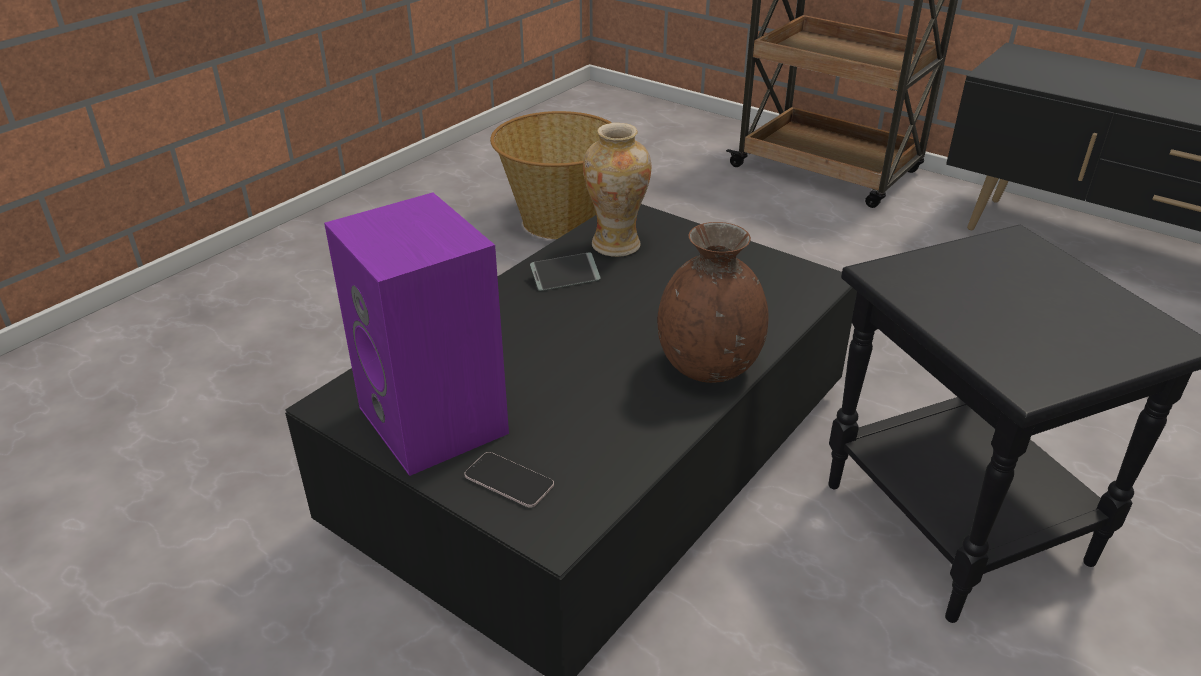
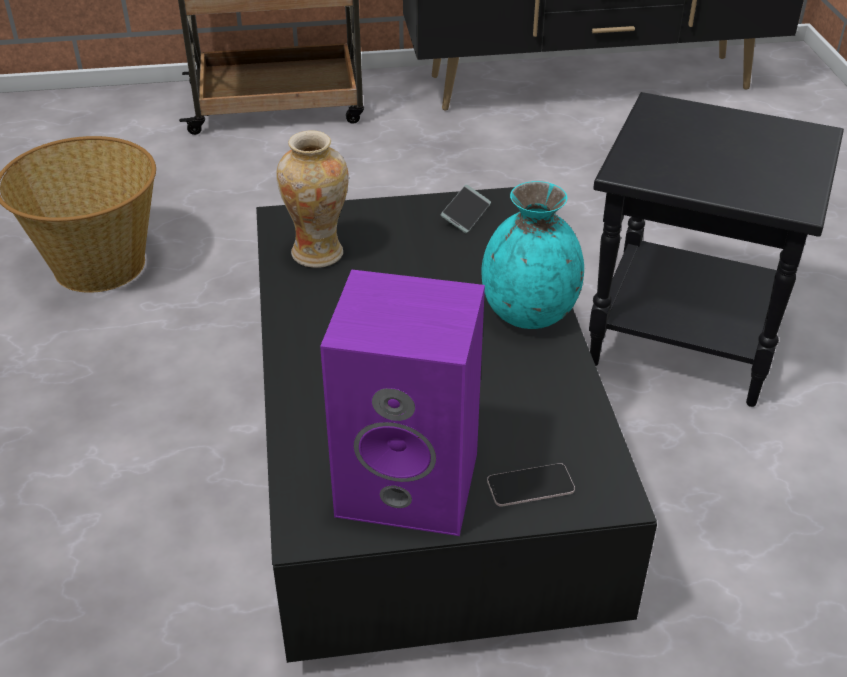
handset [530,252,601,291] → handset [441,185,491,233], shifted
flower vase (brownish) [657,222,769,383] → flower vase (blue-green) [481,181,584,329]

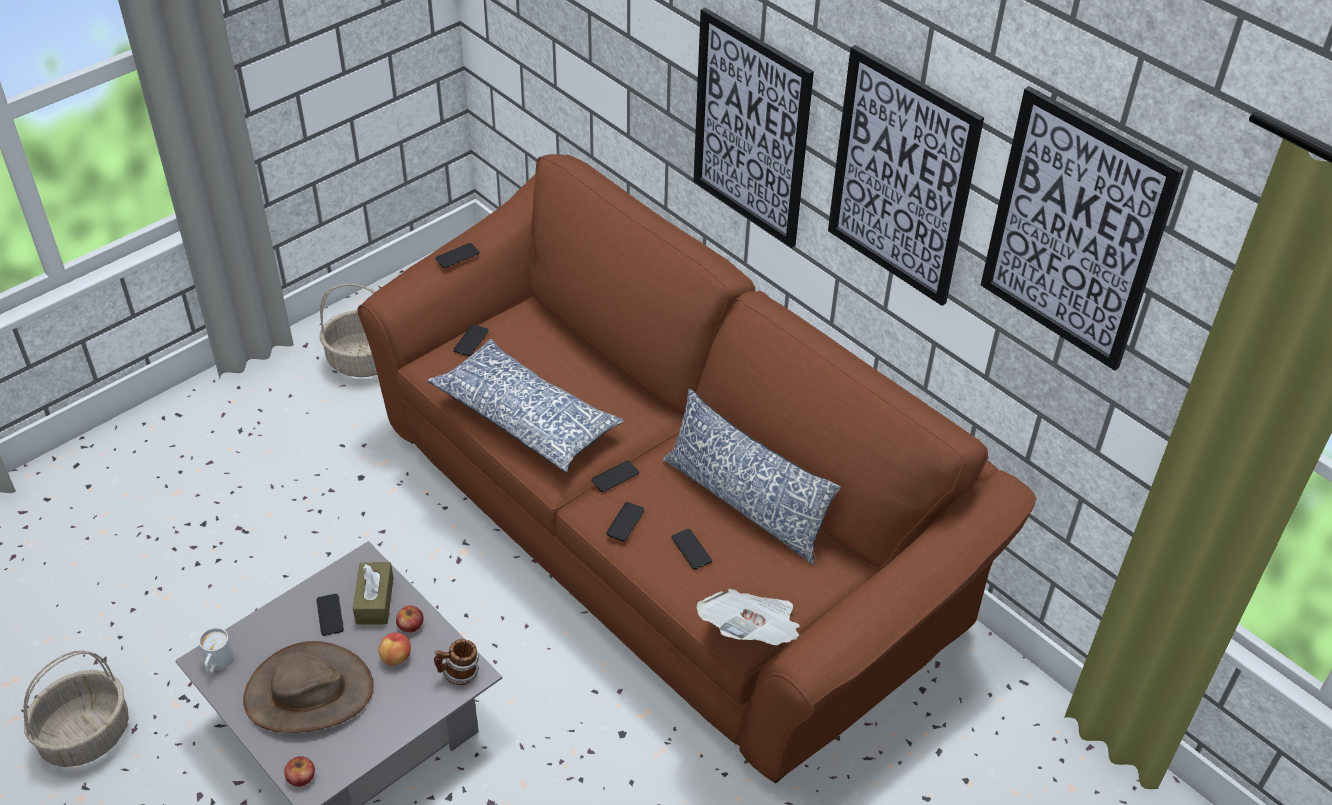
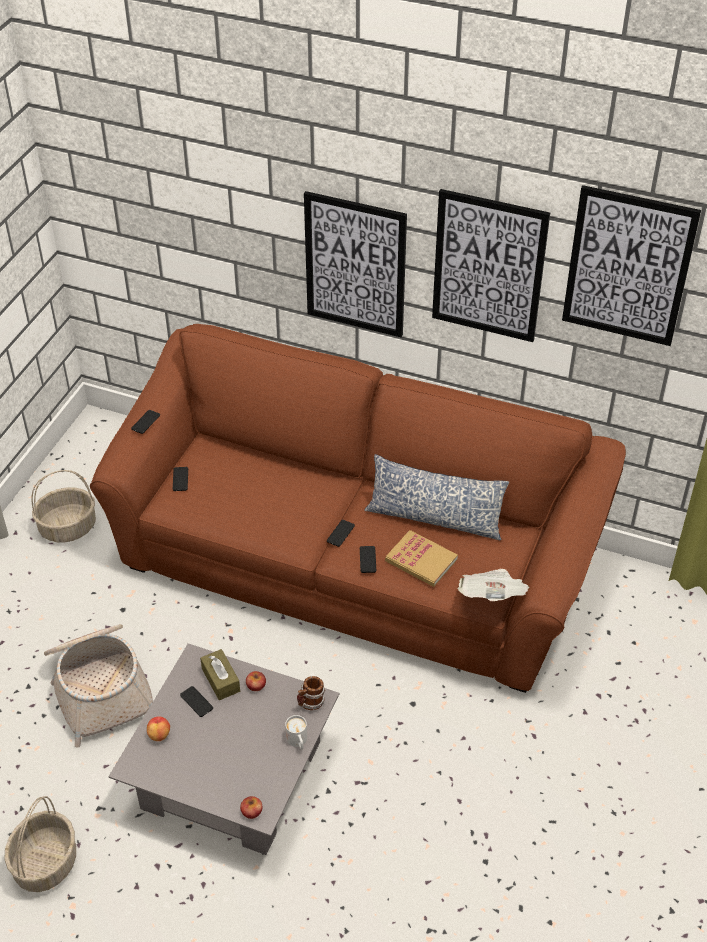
clothing hat (brownish) [243,641,374,733] → -
cushion [427,339,624,472] → -
- → storage basket [44,624,153,748]
tea mug (whitish) [199,628,234,675] → tea mug (whitish) [285,715,307,750], shifted
apple fruit [378,633,411,665] → apple fruit [147,716,170,741], shifted
handset [672,529,712,569] → bound book [385,530,458,587]

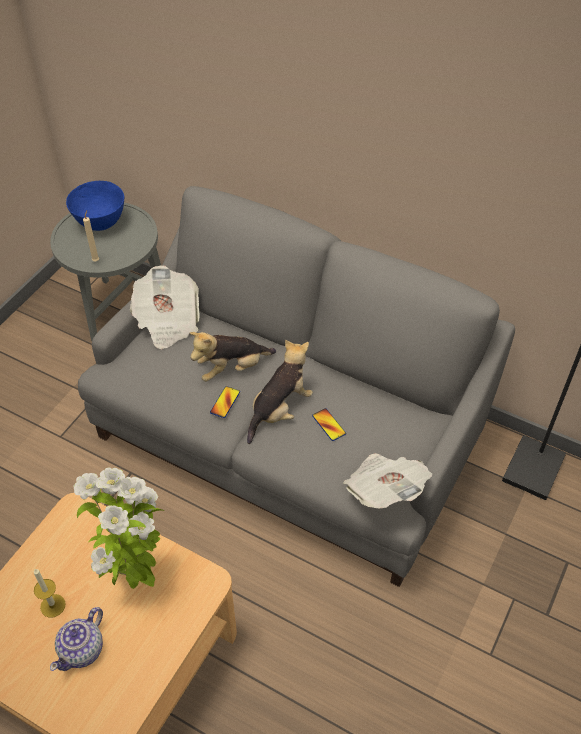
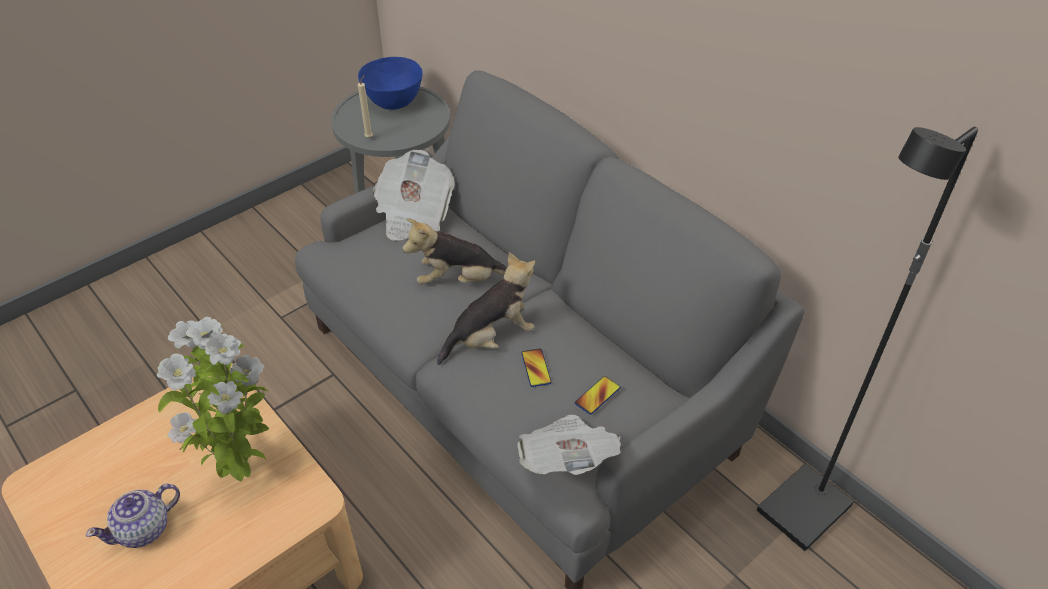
wax candle [34,569,66,618] → -
handset [210,386,240,418] → handset [575,376,621,415], shifted

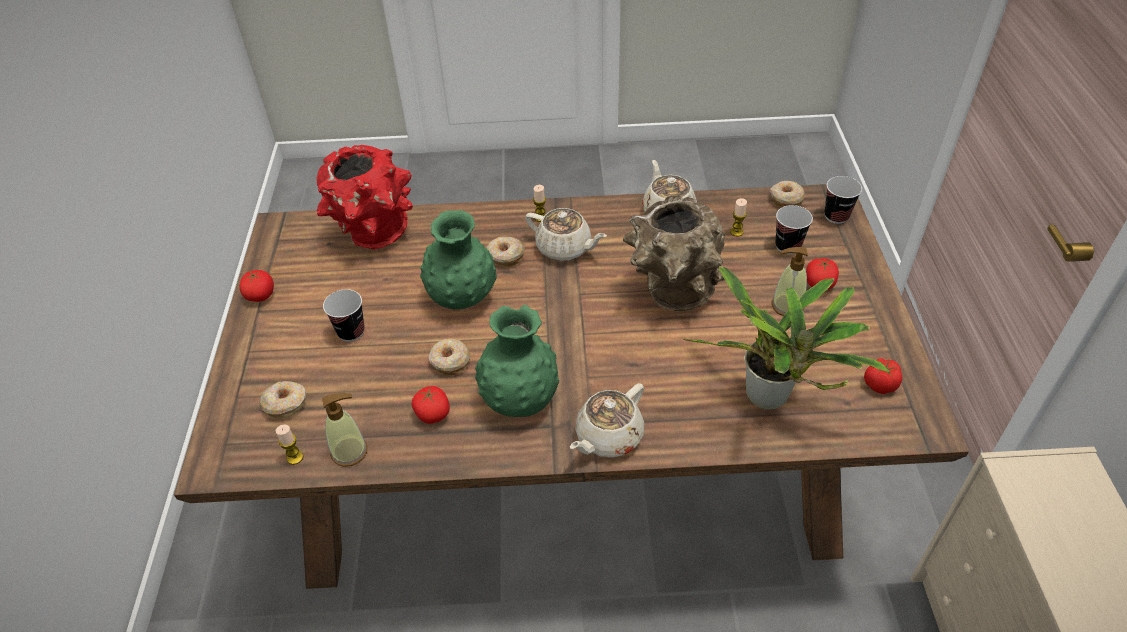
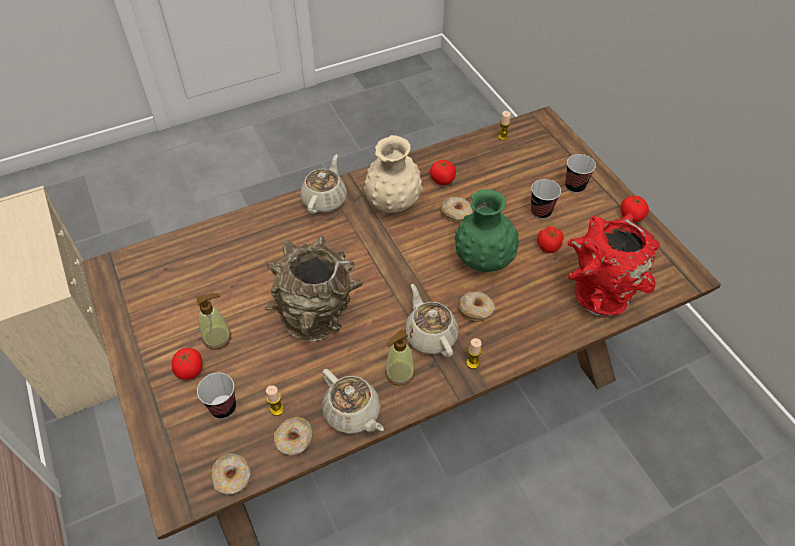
plant in a pot [683,266,891,409] → -
doughnut [260,381,306,418] → doughnut [274,417,314,456], shifted
soap bottle [322,393,367,467] → soap bottle [385,329,415,386], shifted
drinking cup [825,176,862,224] → drinking cup [565,154,596,193], shifted
whole tomato [864,358,903,394] → whole tomato [537,226,564,253], shifted
flower vase (green) [475,305,559,417] → flower vase (beige-coloured) [364,135,423,213]
tea pot (beige-coloured) [525,208,607,261] → tea pot (beige-coloured) [404,284,459,357], 60 degrees clockwise

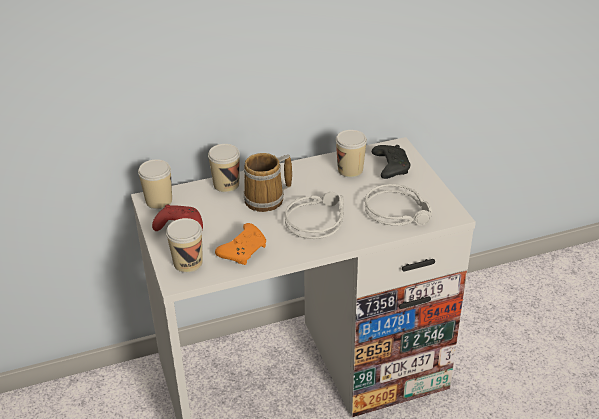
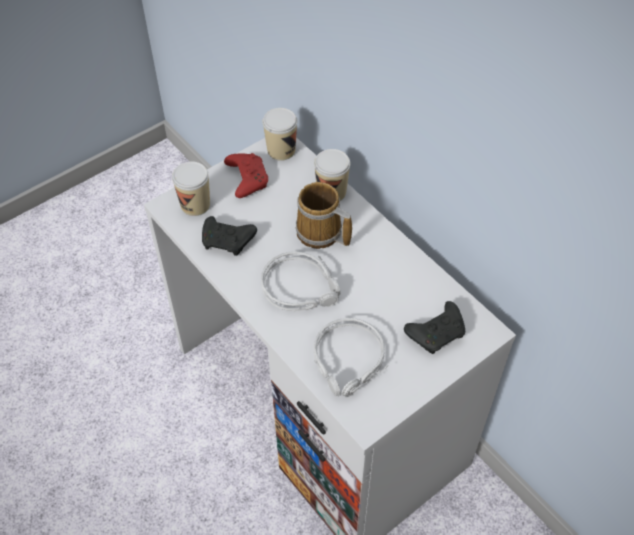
drinking cup [336,130,367,177] → -
joypad (orange) [215,223,266,265] → joypad (black-coloured) [202,216,257,256]

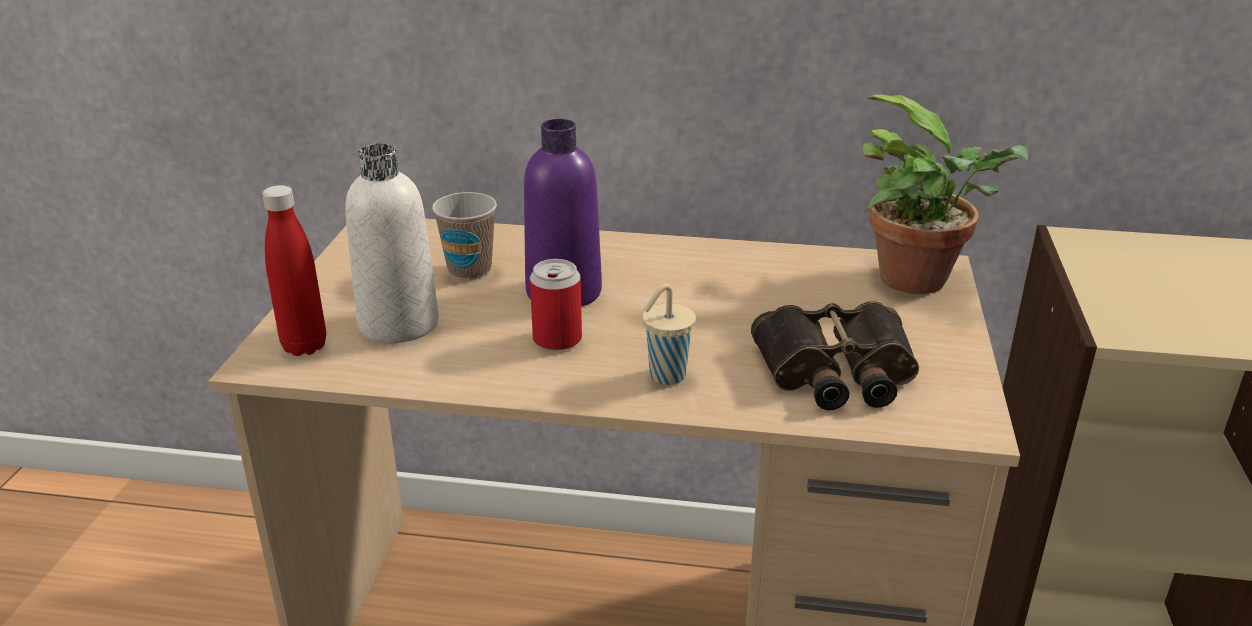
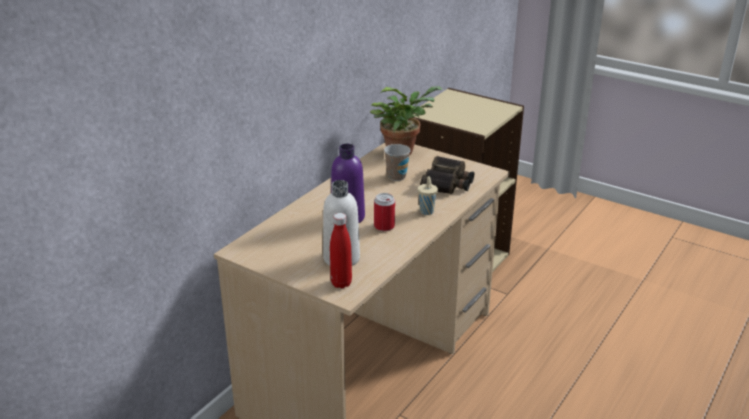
drinking cup [432,192,497,280] → drinking cup [384,144,411,181], shifted

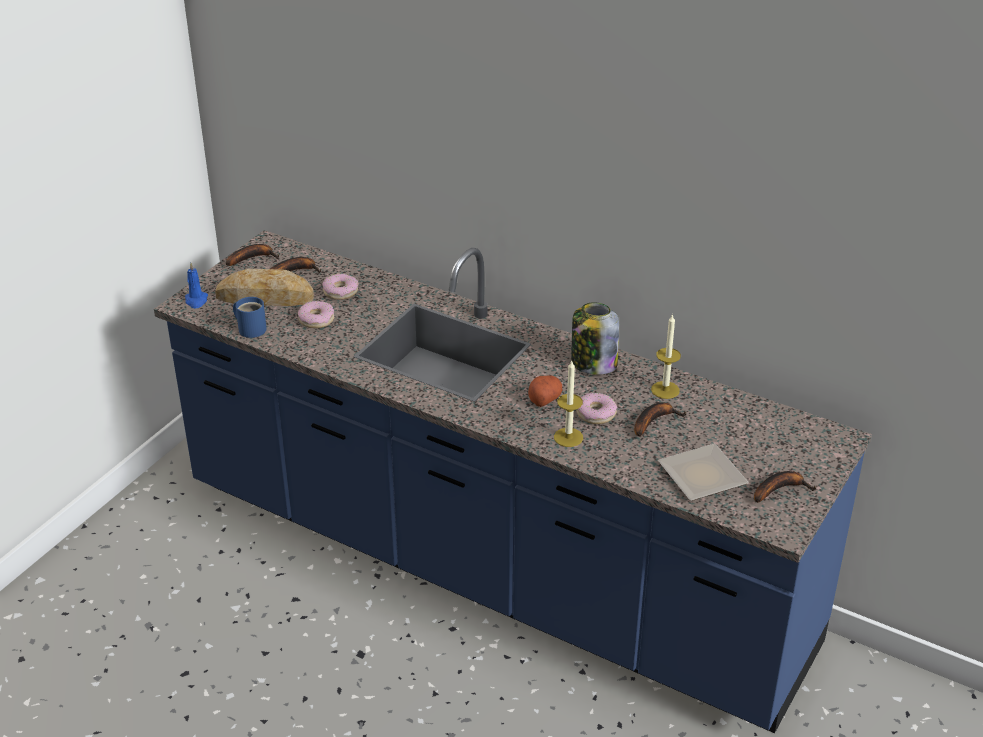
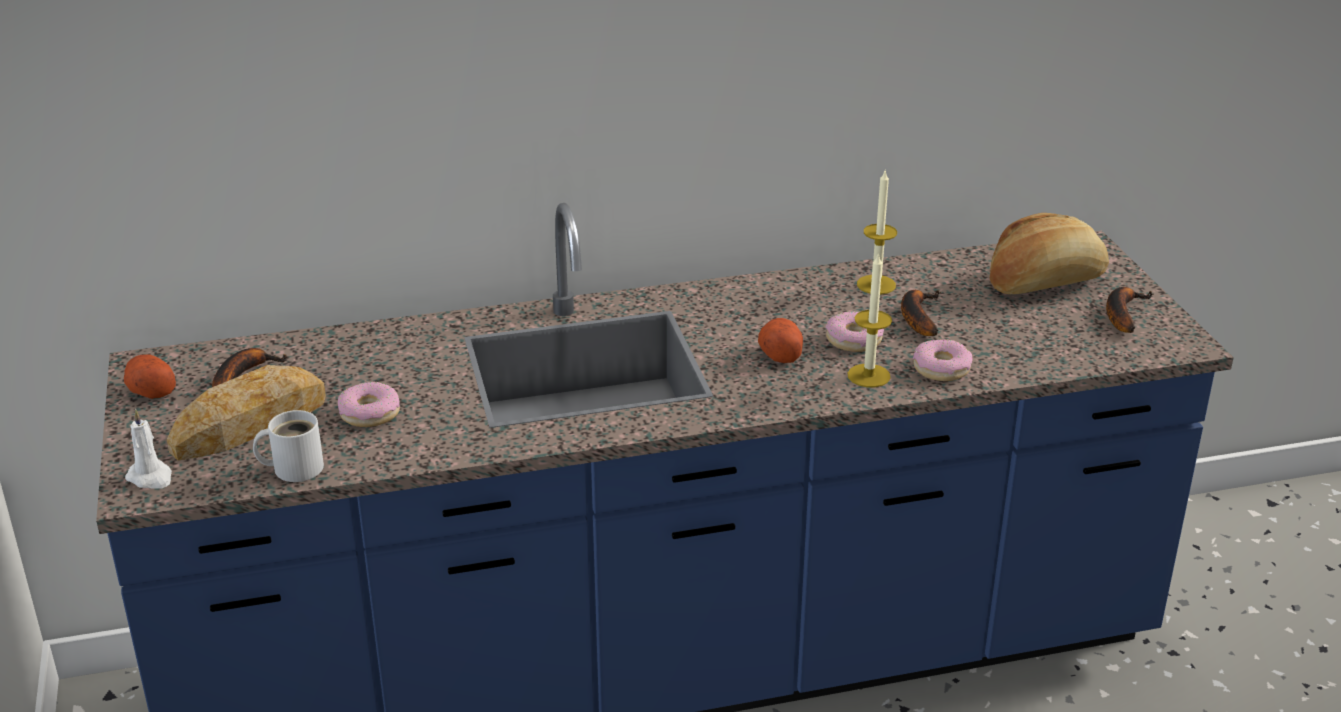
jar [571,302,619,375] → -
dinner plate [658,444,749,501] → -
- → bakery bread [990,213,1109,294]
doughnut [322,274,359,300] → doughnut [913,339,973,381], shifted
whole banana [226,244,279,266] → spud [124,354,176,399]
wax candle (blue-coloured) [185,263,208,308] → wax candle (whitish) [125,409,172,489]
tea mug (blue-coloured) [233,297,267,338] → tea mug (whitish) [253,410,324,482]

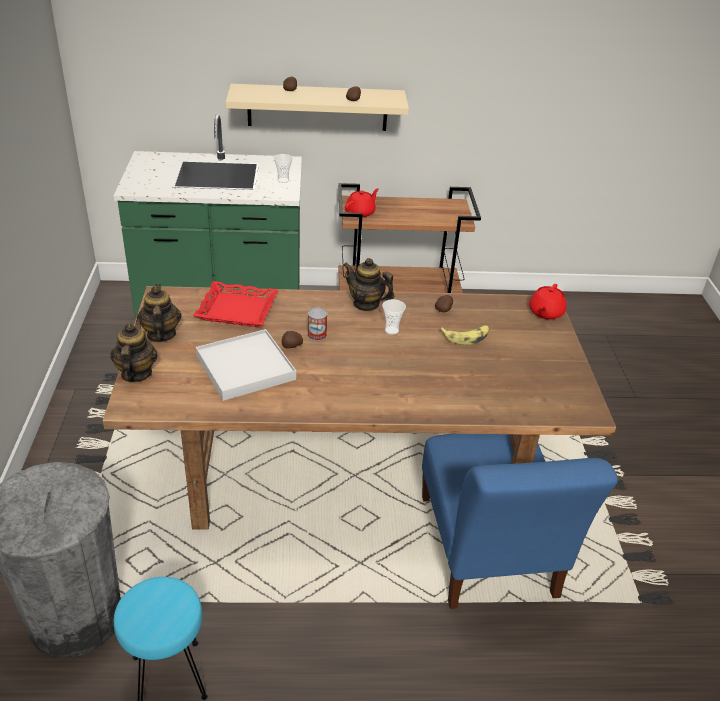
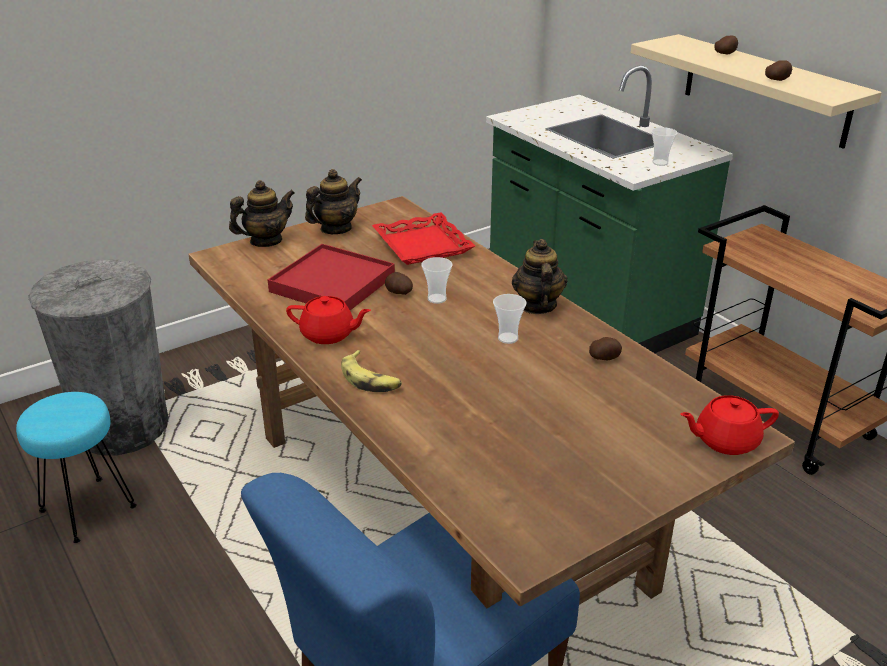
tea pot (red) [345,188,379,217] → tea pot (red) [286,296,371,344], shifted
whole banana [440,325,489,345] → whole banana [341,350,402,392], shifted
can [307,307,328,341] → drinking cup [421,257,452,304]
tray (whitish) [196,329,296,401] → tray (red) [268,244,395,310]

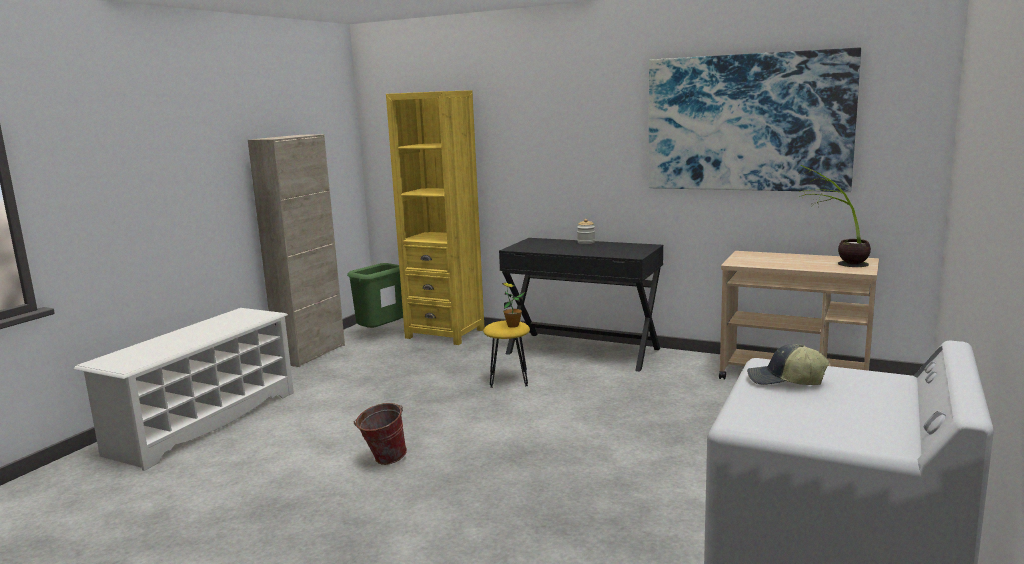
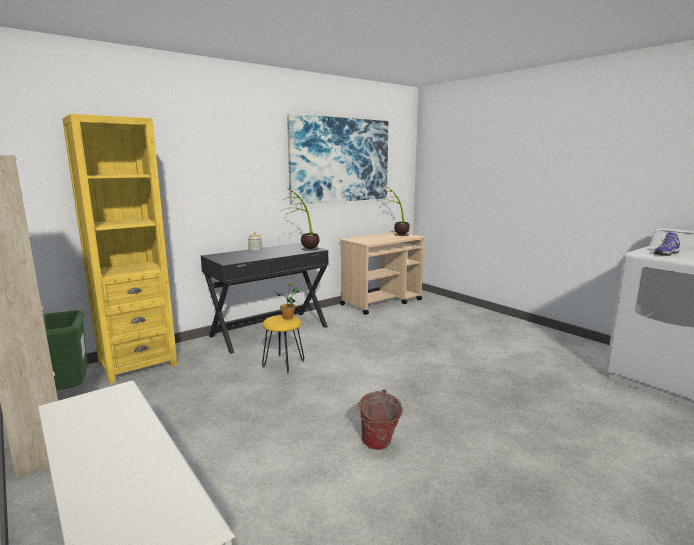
- → plant in a pot [281,188,320,251]
cap [747,344,829,385] → item of footwear [654,232,680,256]

